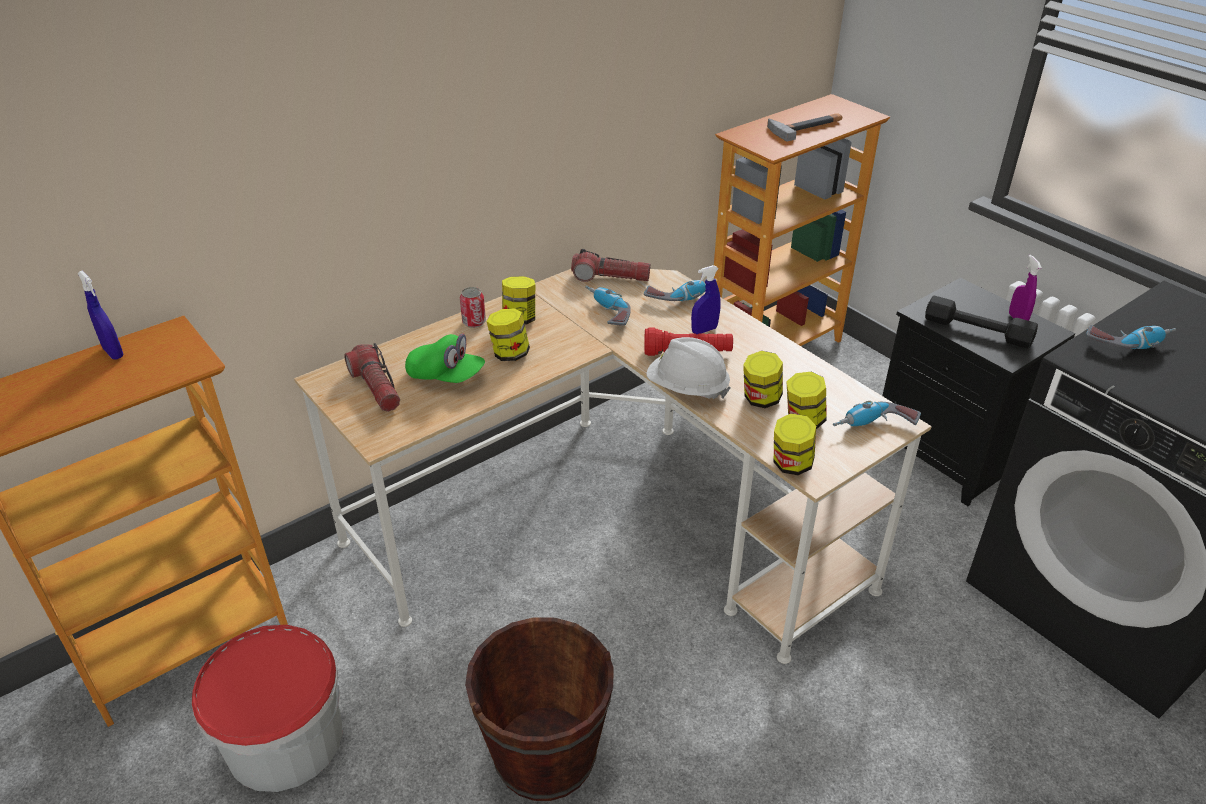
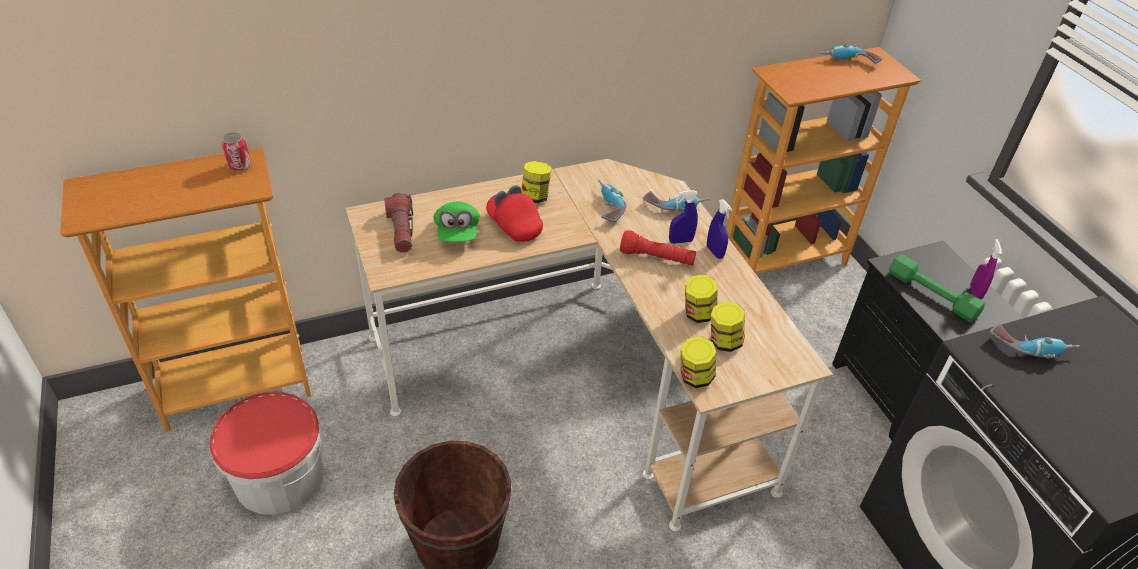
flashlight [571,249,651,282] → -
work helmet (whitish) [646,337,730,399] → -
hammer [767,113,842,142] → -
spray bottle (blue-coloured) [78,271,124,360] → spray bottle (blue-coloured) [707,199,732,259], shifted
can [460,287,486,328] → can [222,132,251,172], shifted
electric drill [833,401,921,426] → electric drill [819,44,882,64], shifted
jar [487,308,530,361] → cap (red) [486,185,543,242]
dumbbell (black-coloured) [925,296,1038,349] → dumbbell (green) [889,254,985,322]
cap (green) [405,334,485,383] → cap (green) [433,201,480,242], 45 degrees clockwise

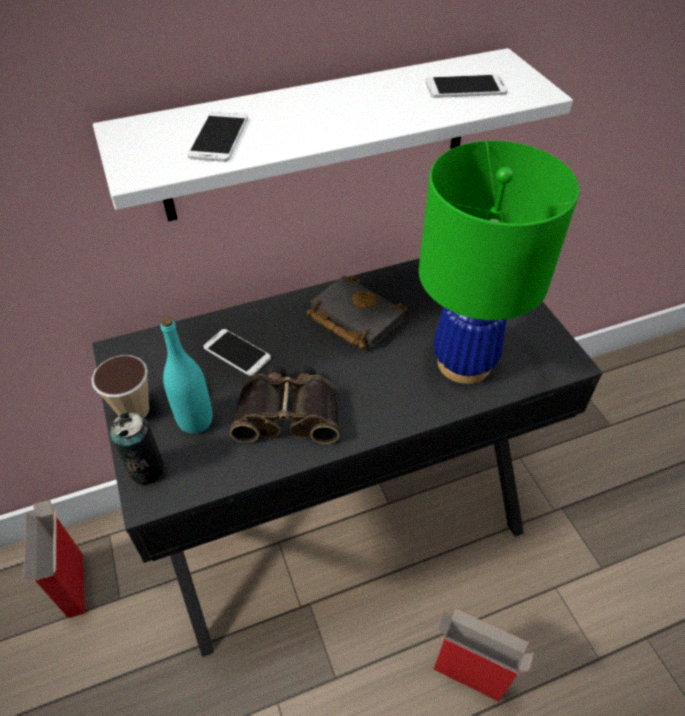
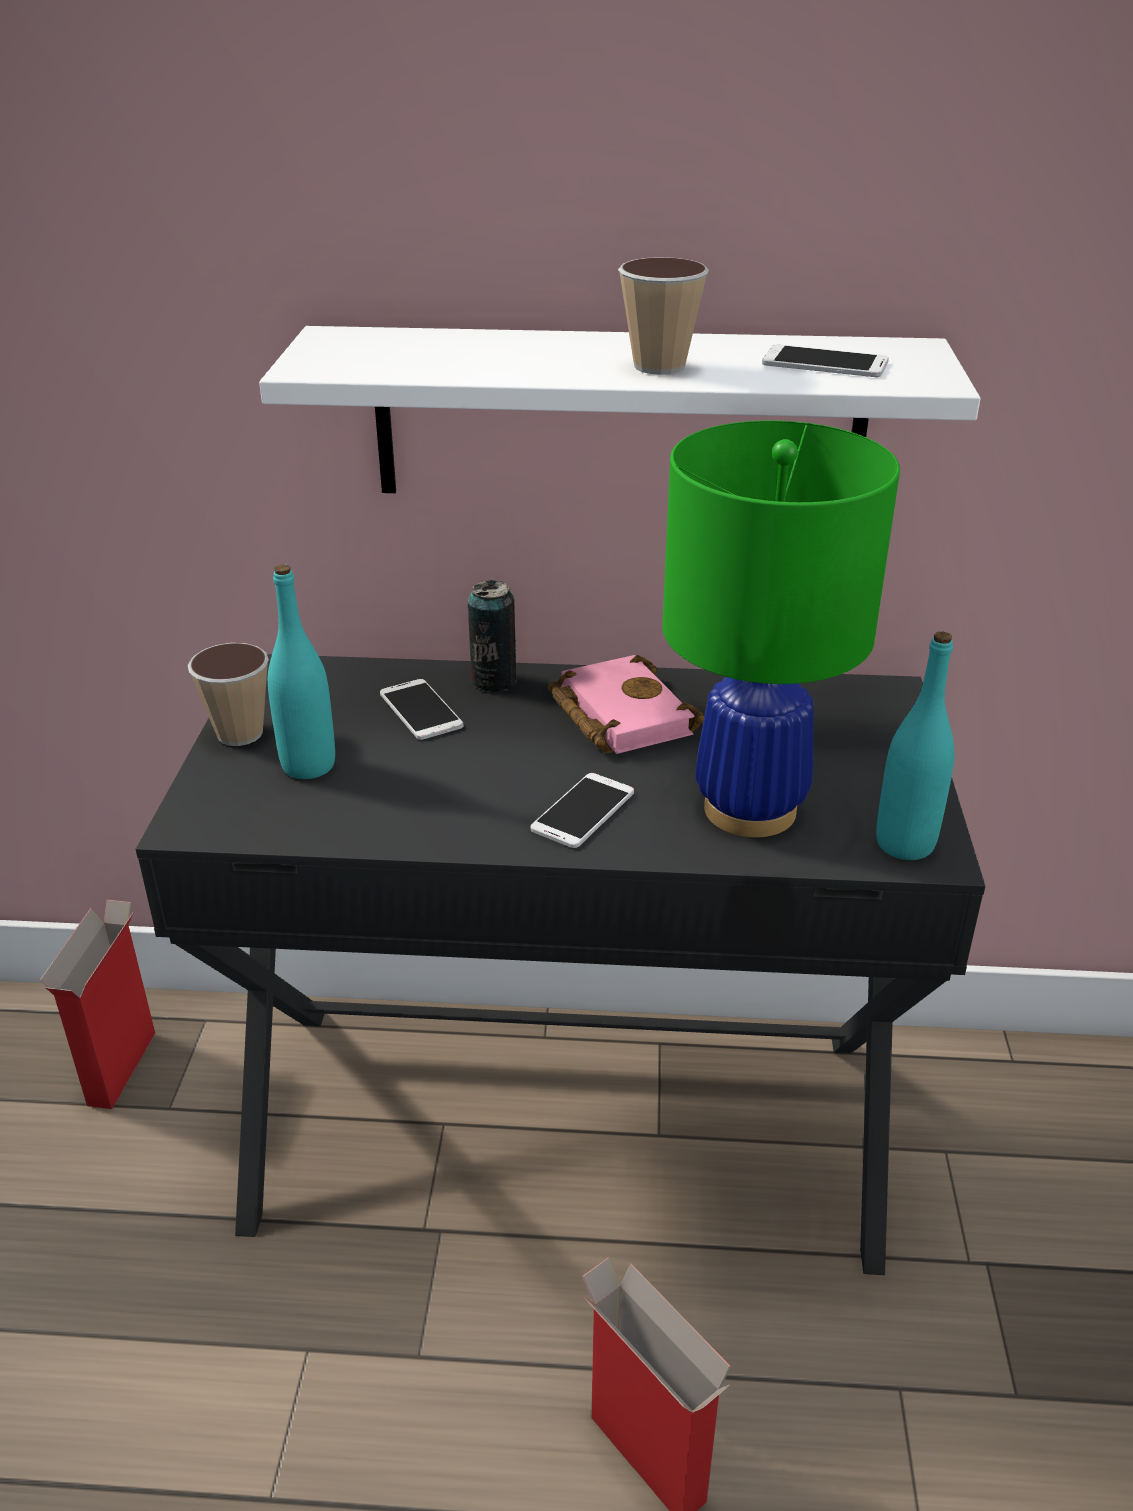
pair of binoculars [230,365,339,444] → -
- → drinking cup [618,257,709,375]
- → drink bottle (blue-green) [876,631,955,860]
can [110,412,165,485] → can [467,580,517,692], shifted
handset [187,112,248,162] → handset [530,773,634,848], shifted
bound book (black-coloured) [307,275,407,350] → bound book (pinkish) [548,655,705,754]

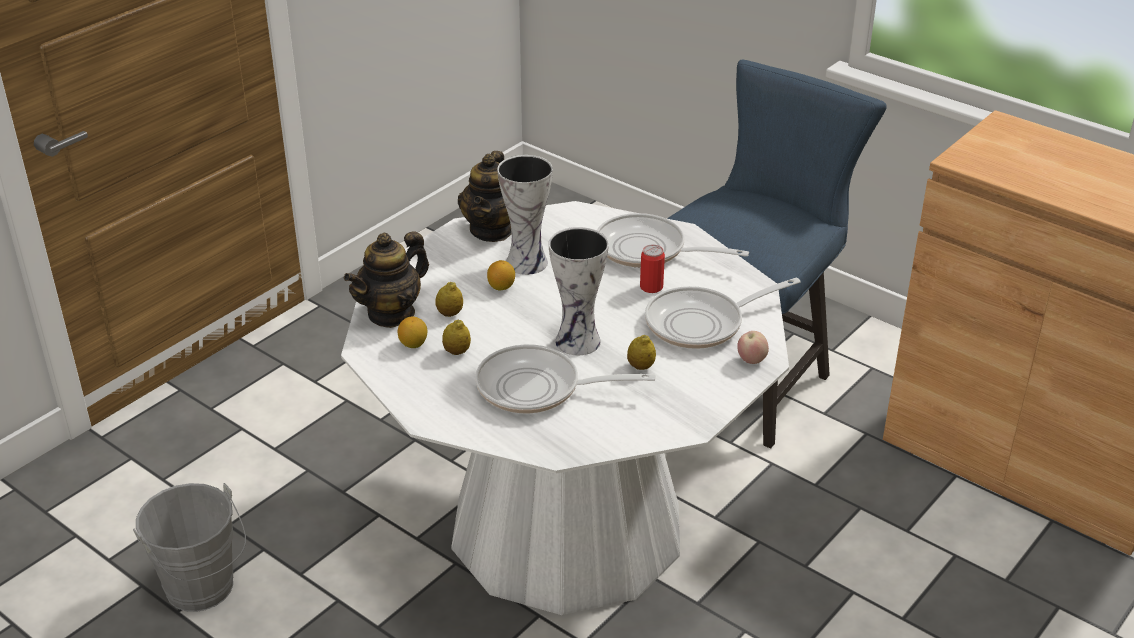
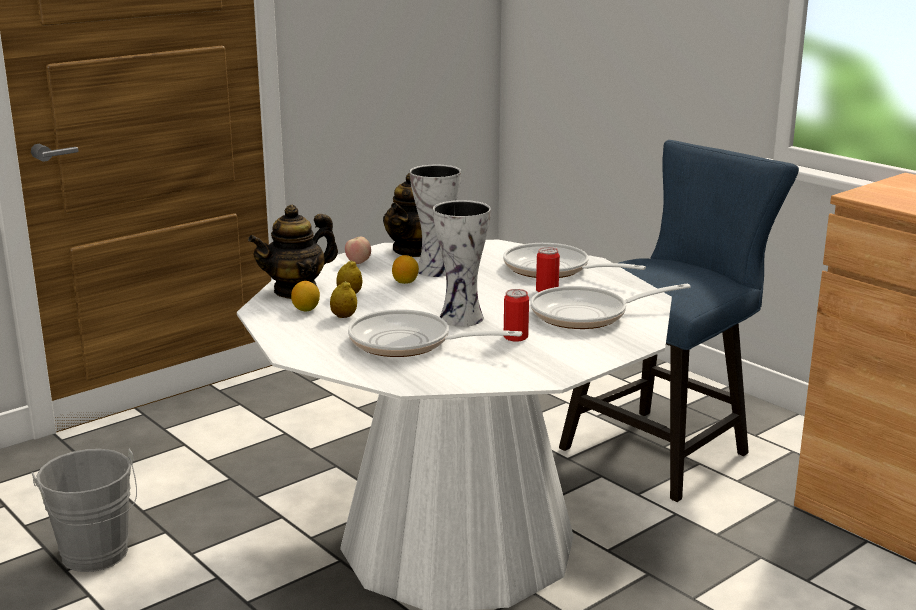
apple fruit [737,331,769,364] → apple fruit [345,236,371,264], shifted
citrus fruit [627,335,656,370] → can [504,289,529,342]

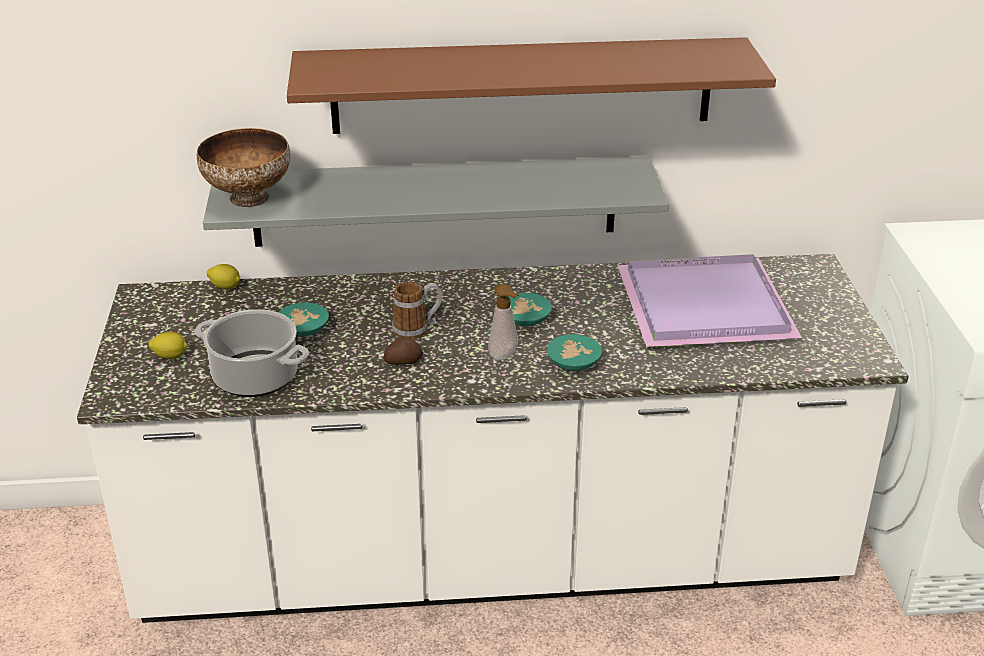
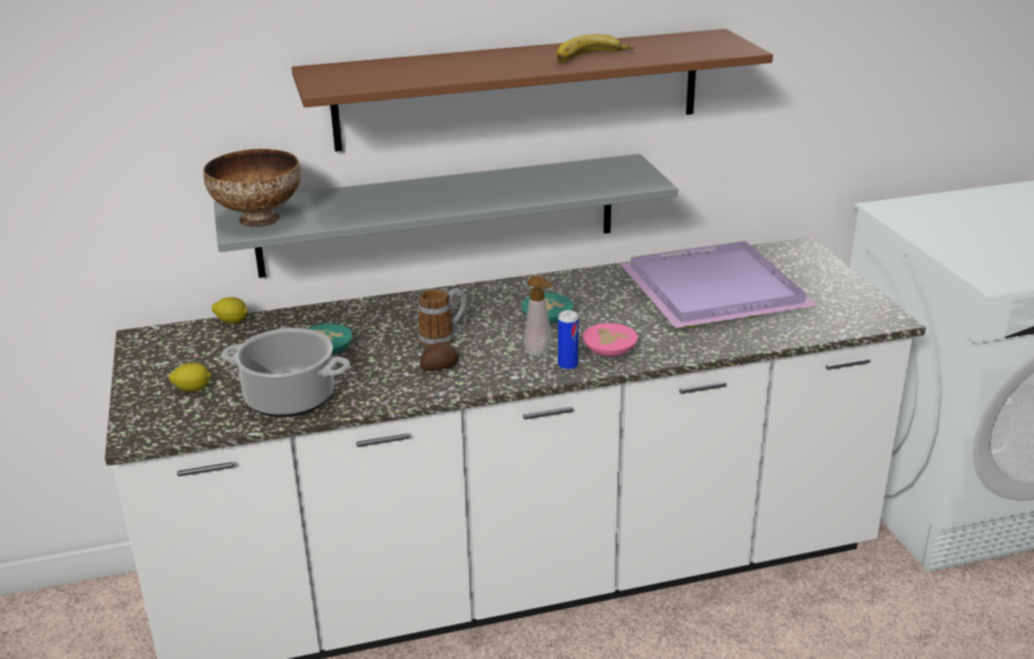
- → whole banana [556,34,634,63]
- → can [558,310,579,370]
deep dish (blue-green) [547,334,602,371] → deep dish (pinkish) [583,323,638,356]

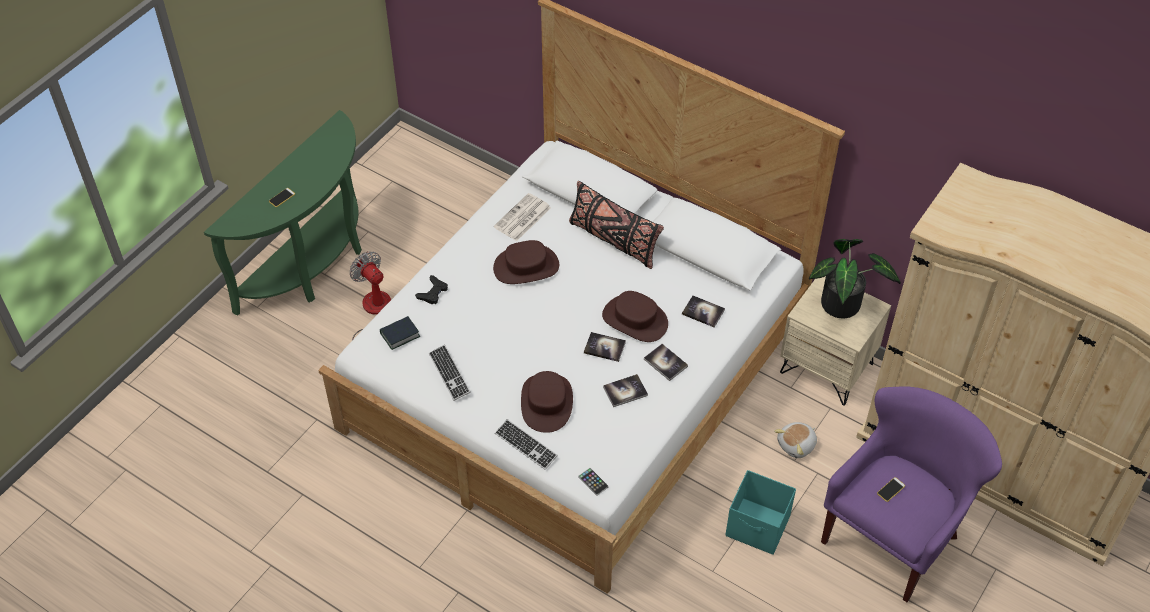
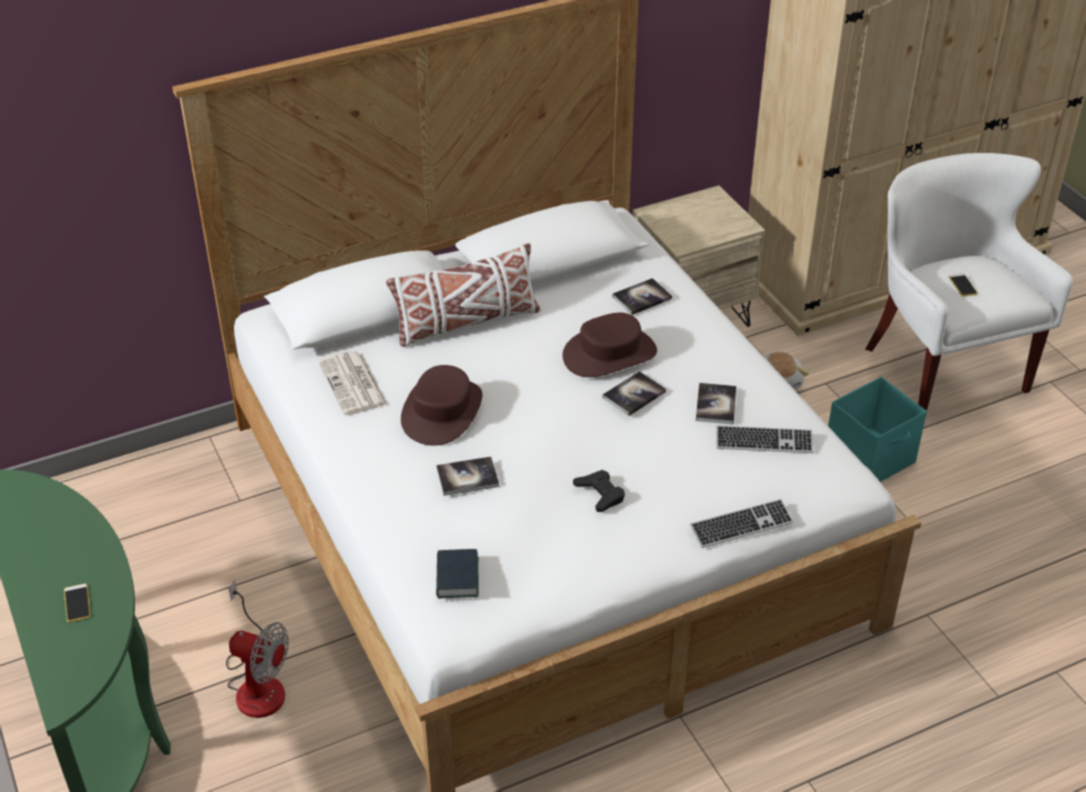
clothing hat (brownish) [521,371,573,433] → -
handset [578,468,609,496] → -
plant in a pot [809,239,901,318] → -
joypad (black-coloured) [415,275,448,304] → joypad (black-coloured) [573,470,625,512], shifted
keyboard [429,345,471,401] → keyboard [717,425,813,453], shifted
bound book [644,344,688,381] → bound book [436,457,499,496], shifted
cushion (black-coloured) [569,181,664,269] → cushion (whitish) [386,243,540,347]
easy chair (purple) [821,387,1002,602] → easy chair (whitish) [865,153,1073,411]
fan [350,251,391,340] → fan [226,580,289,718], 150 degrees counterclockwise

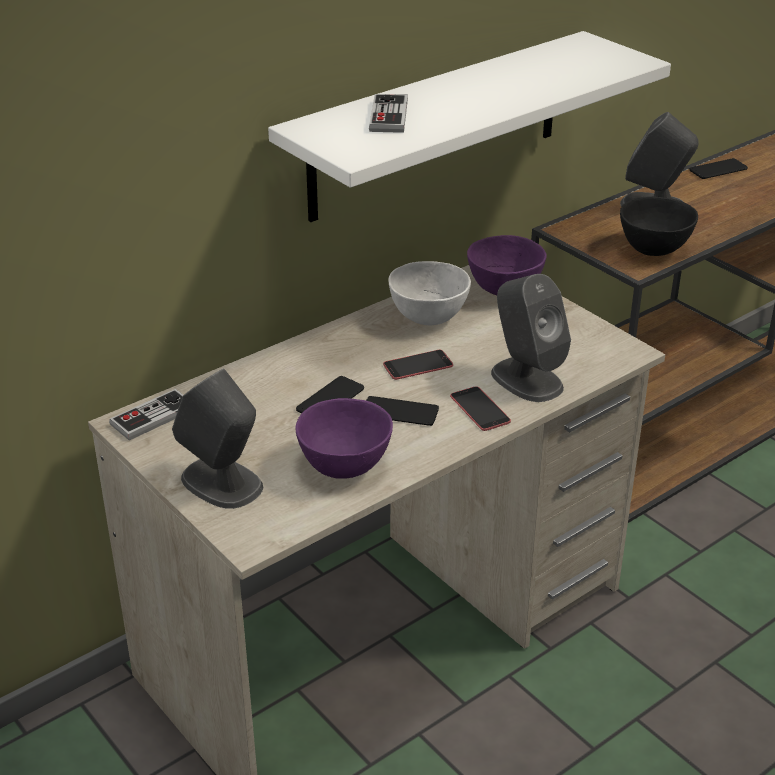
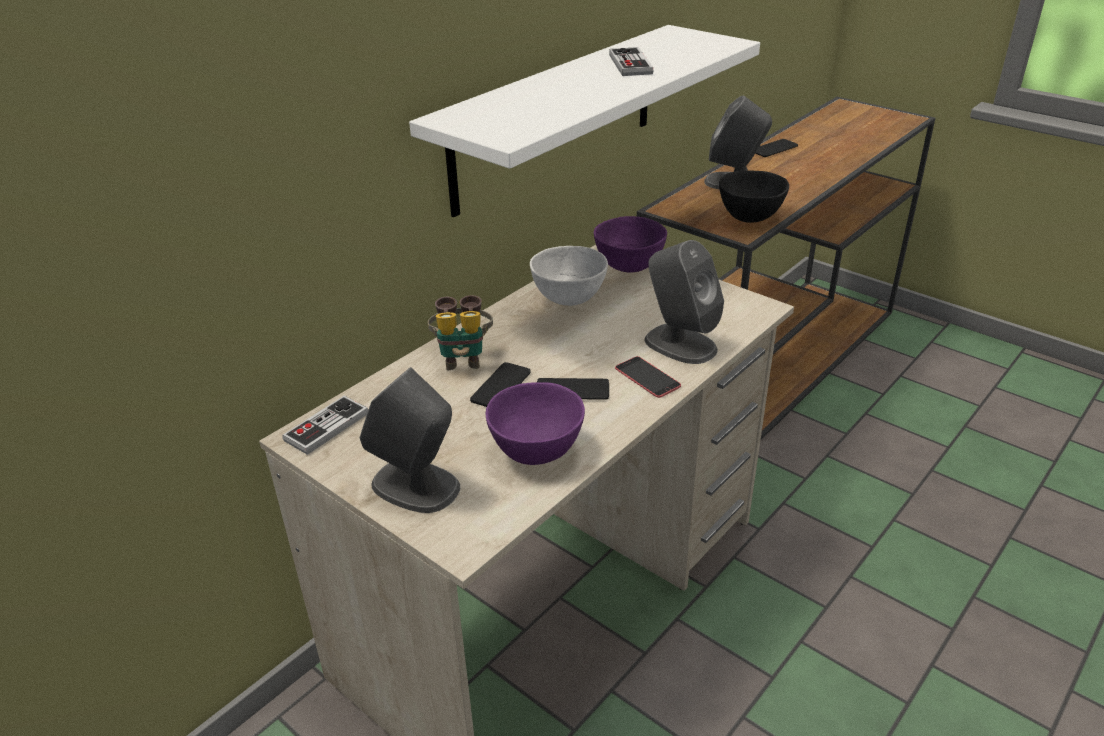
handset [383,350,453,380] → -
- → pair of binoculars [428,295,493,370]
joypad [369,94,408,133] → joypad [609,47,653,76], shifted

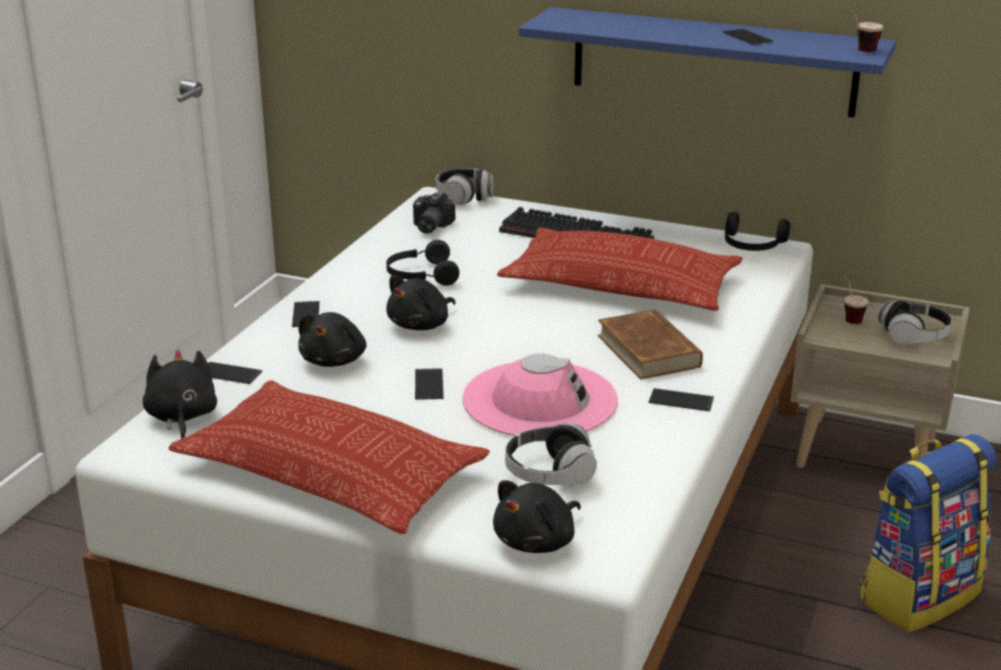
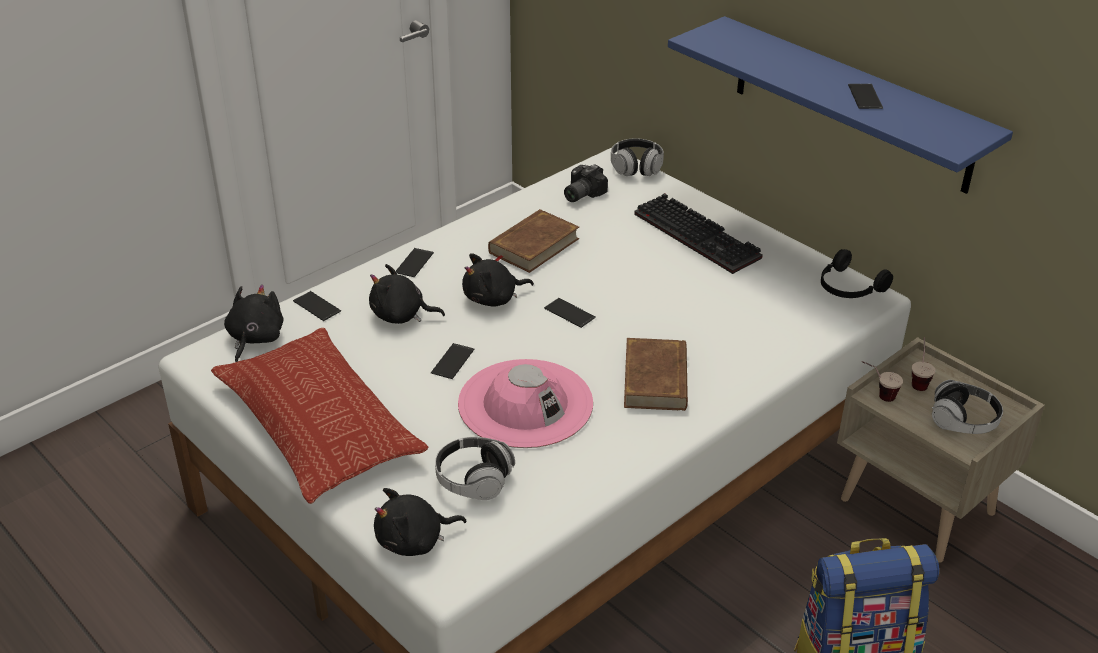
cushion [497,227,743,311] → -
handset [649,388,714,411] → handset [544,298,596,328], shifted
drinking cup [840,9,883,52] → drinking cup [862,361,903,402], shifted
pair of headphones (black-coloured) [386,240,459,286] → bound book (brownish) [488,209,579,273]
cuddly toy (black-coloured) [298,312,366,367] → cuddly toy (black-coloured) [369,264,445,324], 60 degrees clockwise

